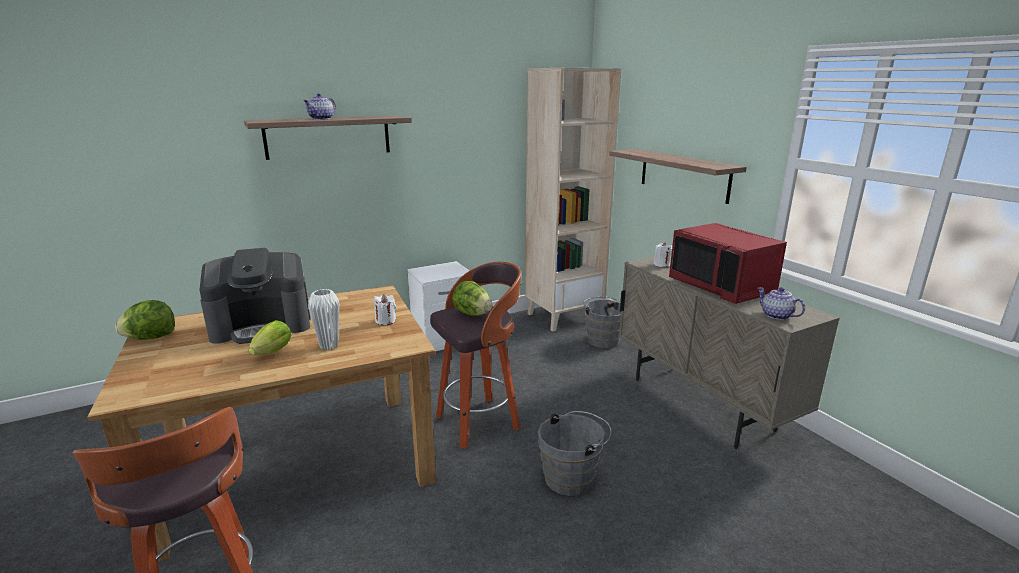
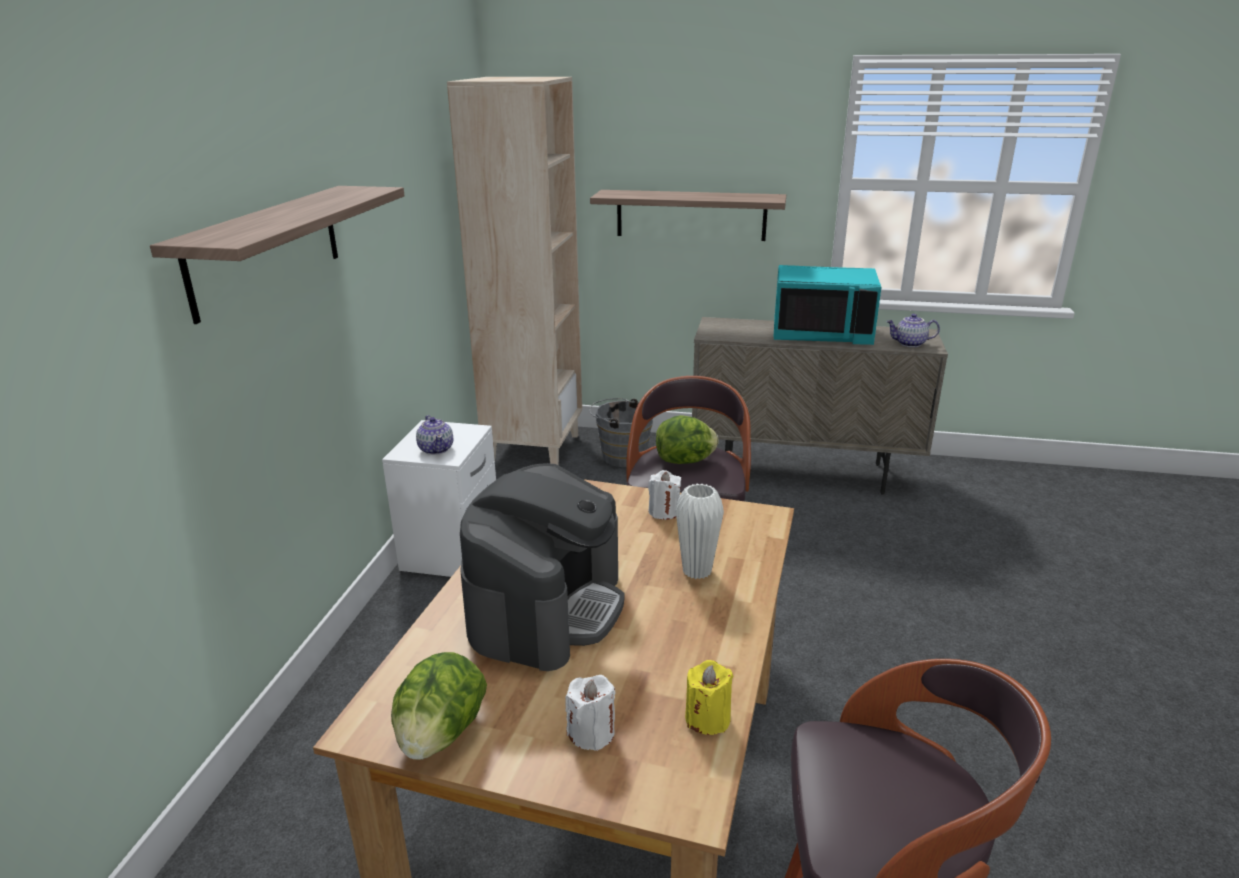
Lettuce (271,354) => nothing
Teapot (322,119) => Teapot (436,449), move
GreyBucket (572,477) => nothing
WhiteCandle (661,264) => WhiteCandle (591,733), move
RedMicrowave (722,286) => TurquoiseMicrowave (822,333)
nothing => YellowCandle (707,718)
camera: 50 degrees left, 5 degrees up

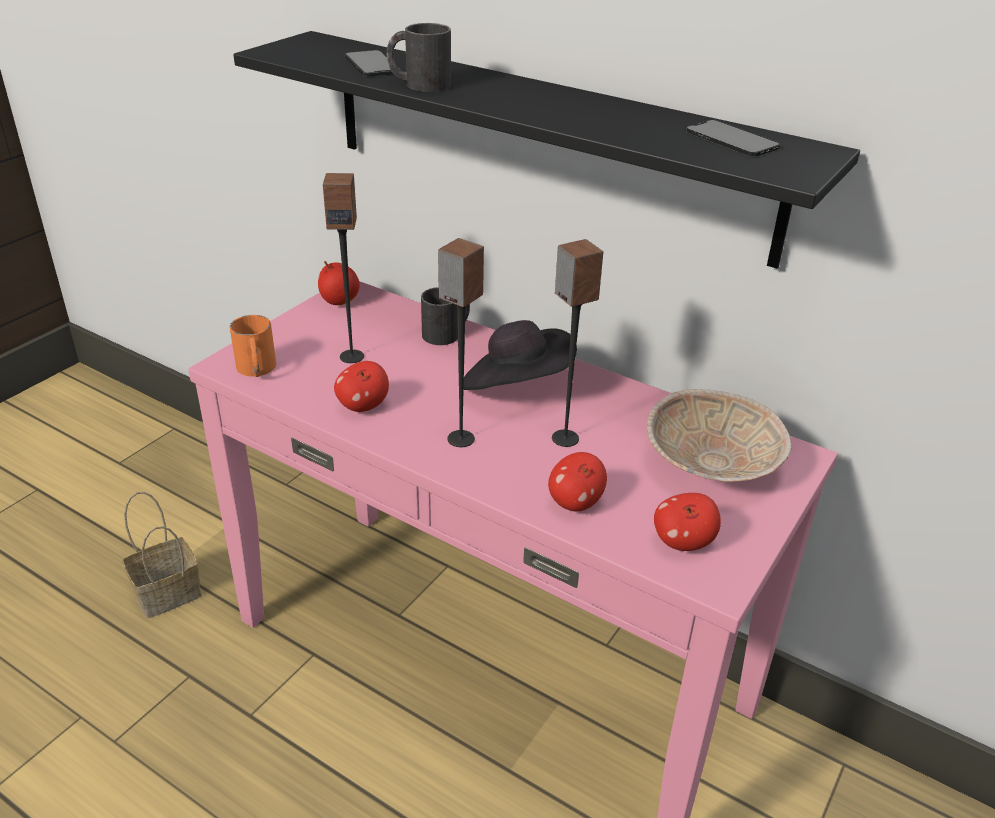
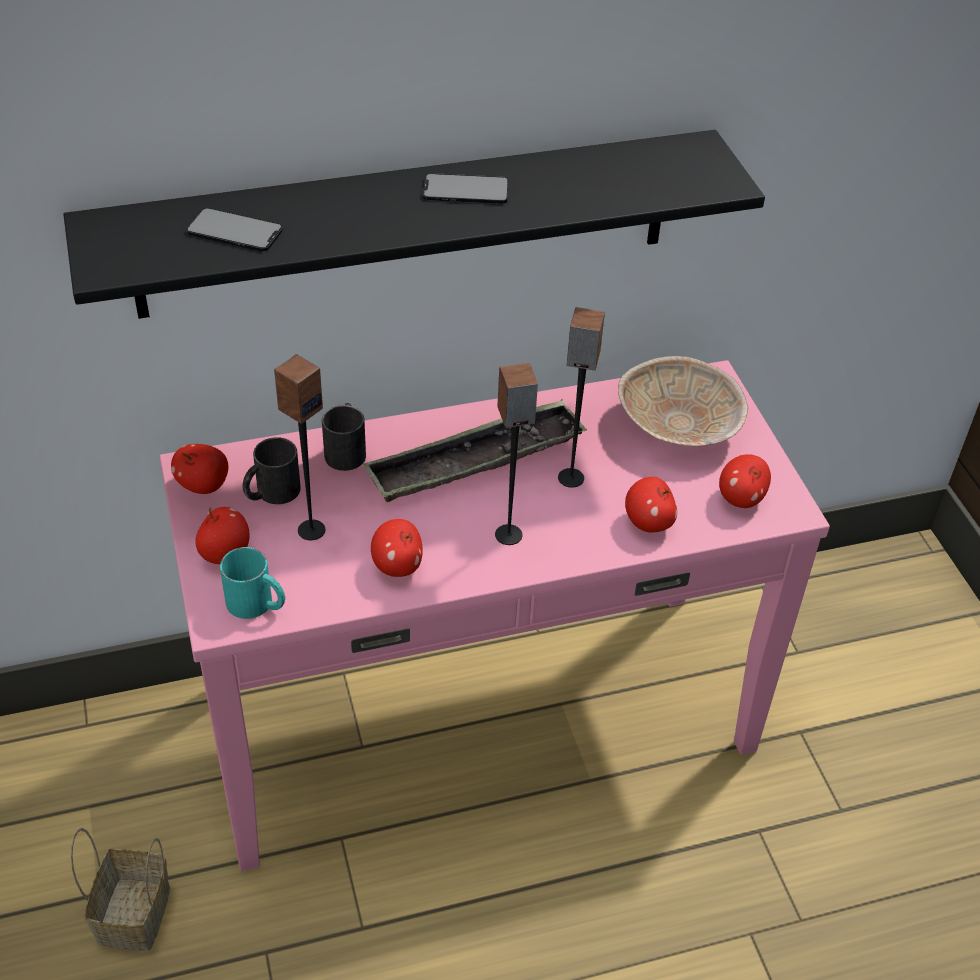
OrangeMug (256,370) => TurquoiseMug (257,604)
BlackMug (419,84) => BlackMug (271,493), move
BlackHat (516,387) => Tray (475,460)
Phone (731,139) => Phone (466,189), move
nothing => Apple (225,553)
camera: 50 degrees left, 10 degrees up

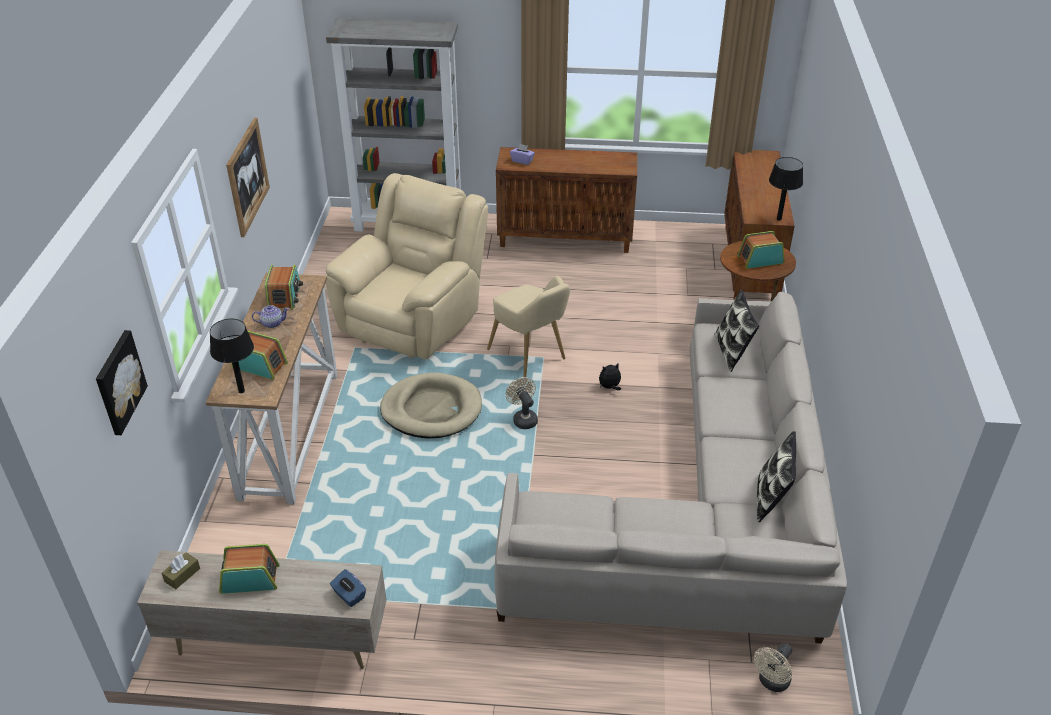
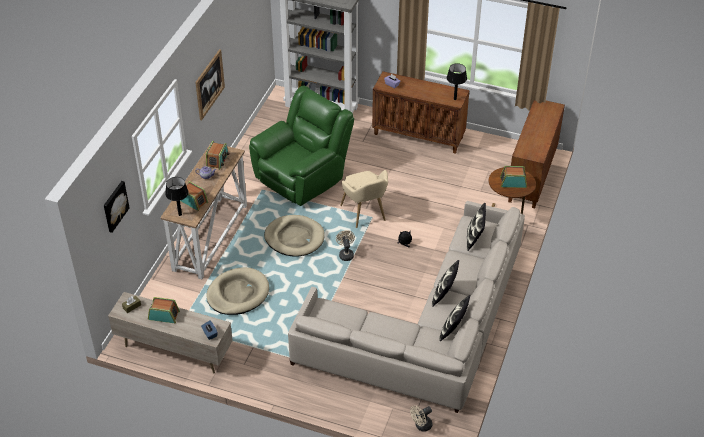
BeigeArmchair (414,319) => GreenArmchair (303,177)
BlackTableLamp (778,219) => BlackTableLamp (455,99), move
nothing => BeigeDogBed (238,293)
nothing => Pillow (444,295)
camera: 15 degrees right, 5 degrees up

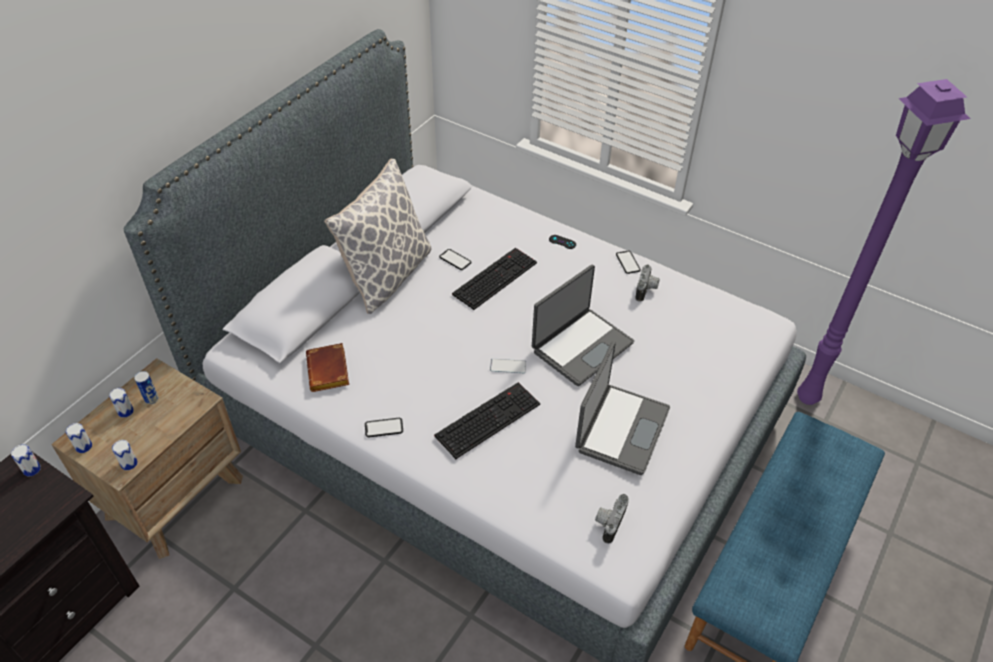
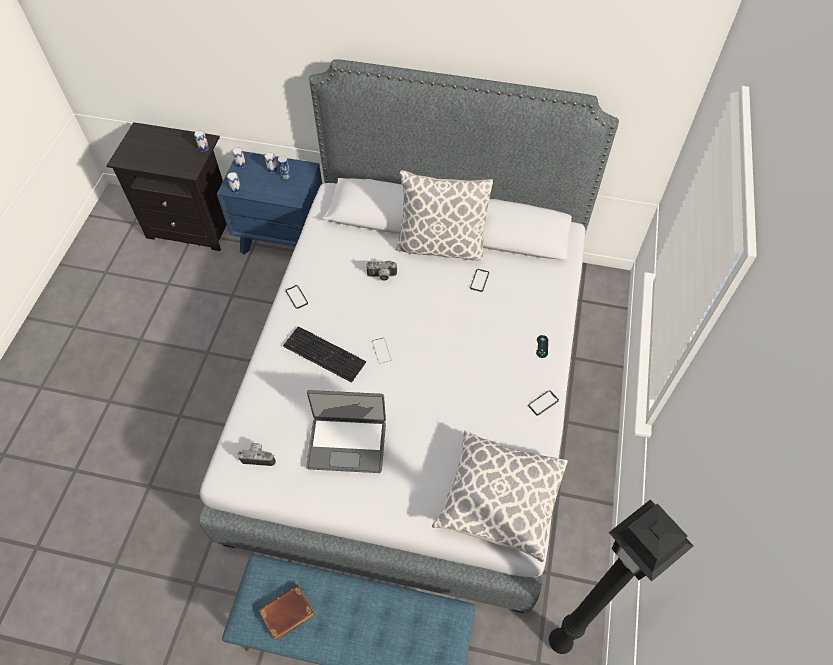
BrownNightstand (175,496) => BlueNightstand (283,238)
BrownBook (330,372) => BrownBook (287,615), move
Keyboard (495,277) => nothing
Laptop (581,346) => nothing
PhotoCamera (647,290) => PhotoCamera (382,276), move
PurpleFloorLamp (807,399) => BlackFloorLamp (557,641)
nothing => Pillow (499,501)
camera: 70 degrees right, 10 degrees up

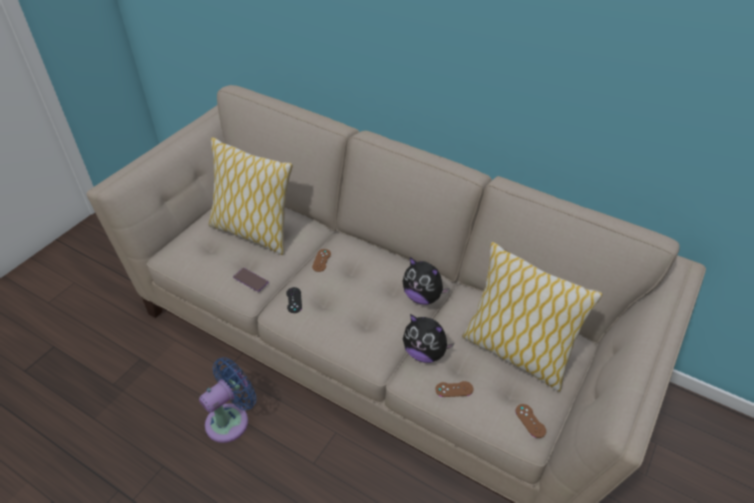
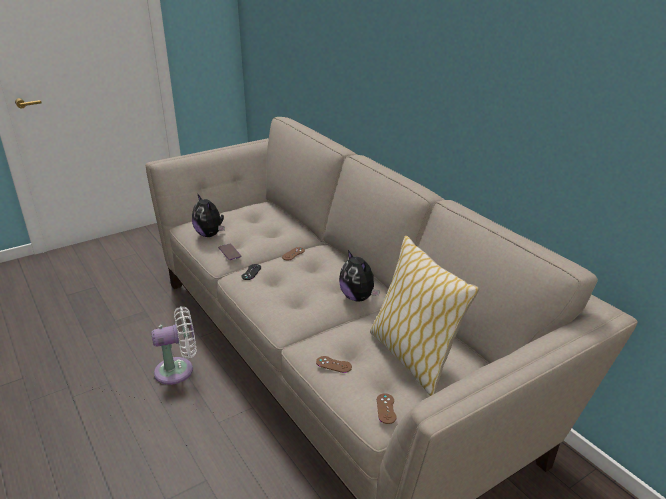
BlueFan (231,420) => WhiteFan (178,370)
Pillow (253,232) => nothing
PlushToy (425,353) => PlushToy (210,234), move
camera: 25 degrees right, 15 degrees down

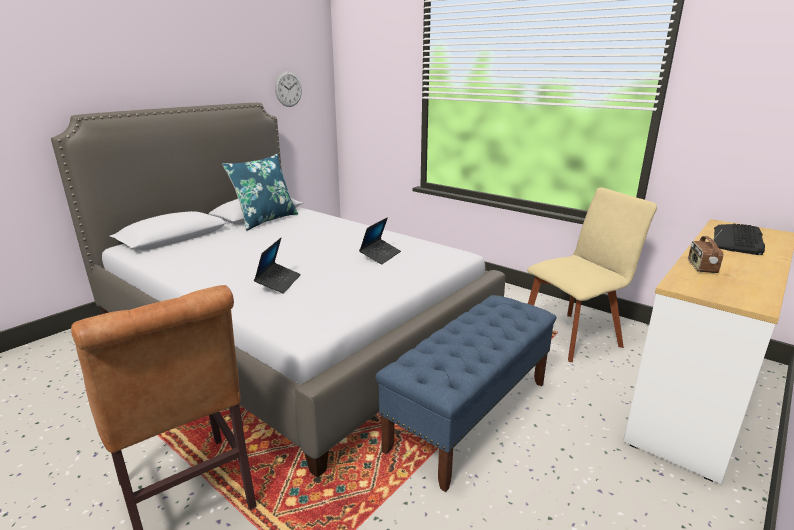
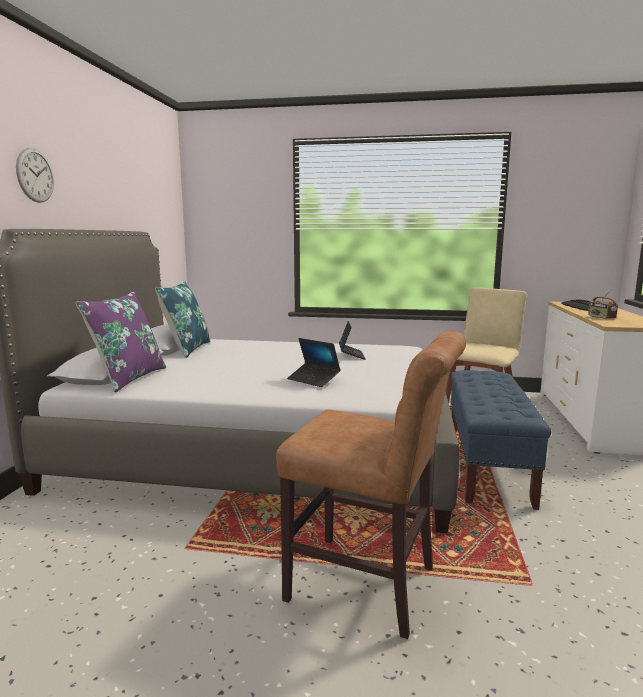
Laptop (278,282) => Laptop (313,380), 150 degrees clockwise
WallClock (288,89) => WallClock (35,175), move
nothing => PurplePillow (128,378)
camera: 30 degrees left, 10 degrees down

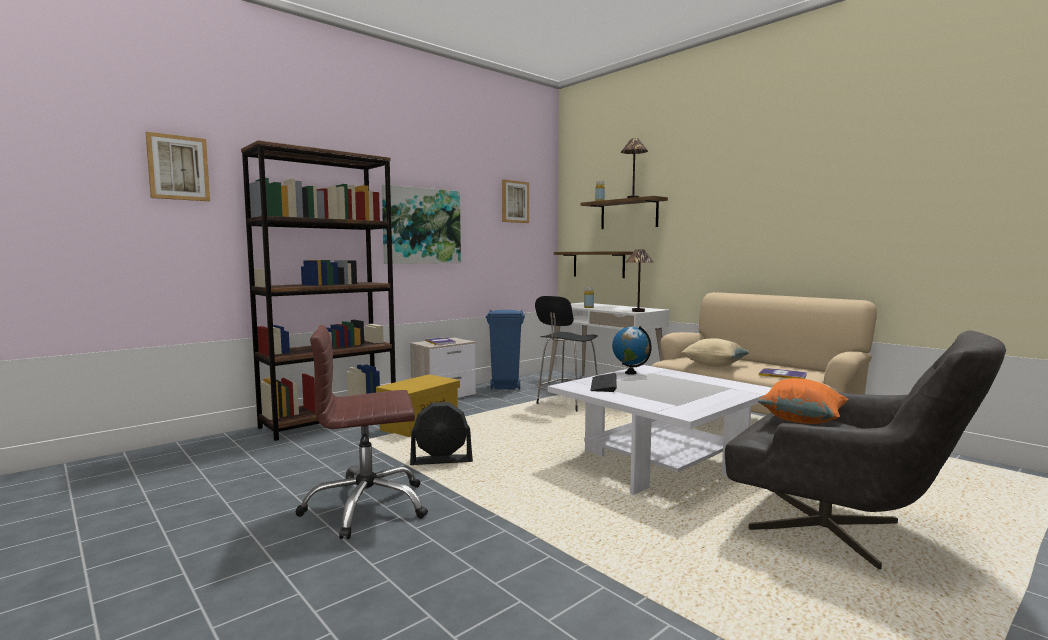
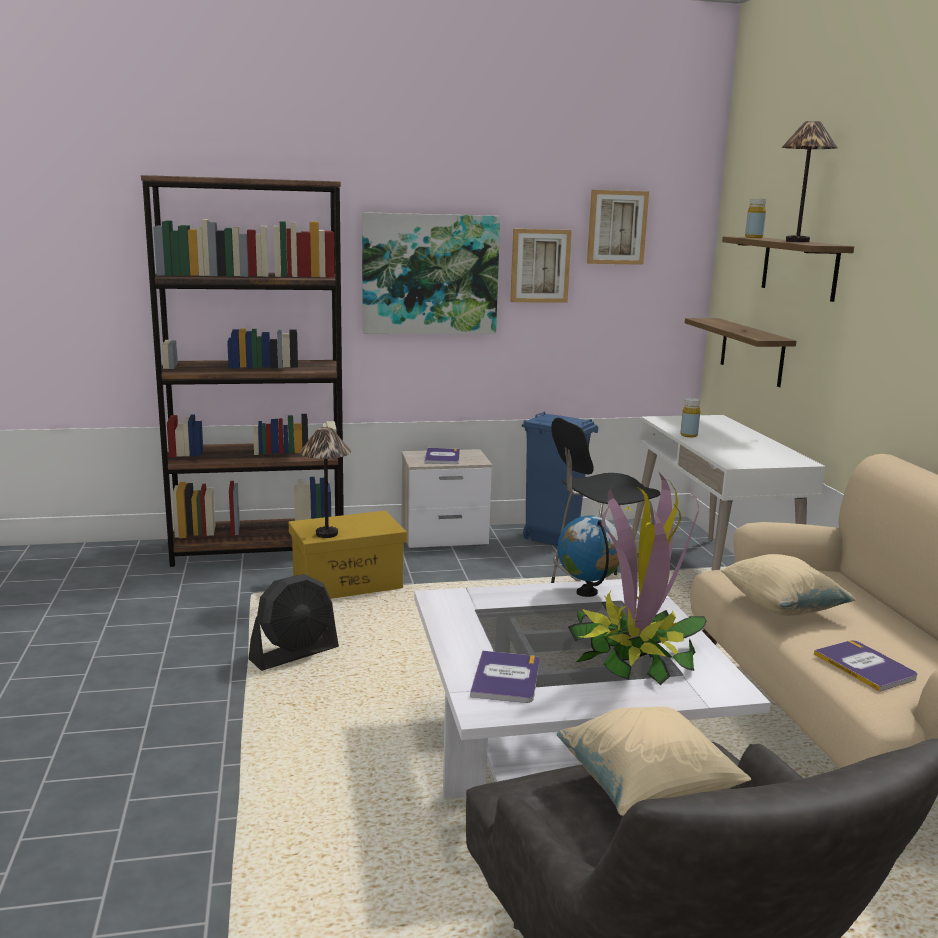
Picture (178,168) => Picture (539,265), move
BrownOfficeChair (366,507) => nothing
BlackFan (441,461) => BlackFan (294,654), 60 degrees counterclockwise
Keyboard (603,384) => nothing
TableLamp (638,311) => TableLamp (326,534), move
OrangePillow (802,421) => BeigePillow (645,790)
nothing => Book (506,678)
nothing => PottedPlant (633,655)
camera: 30 degrees right, 10 degrees up

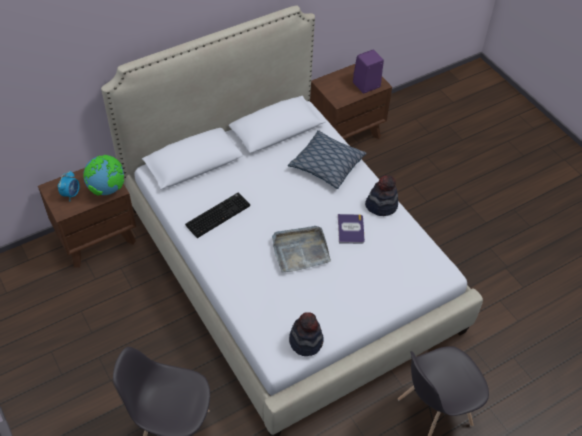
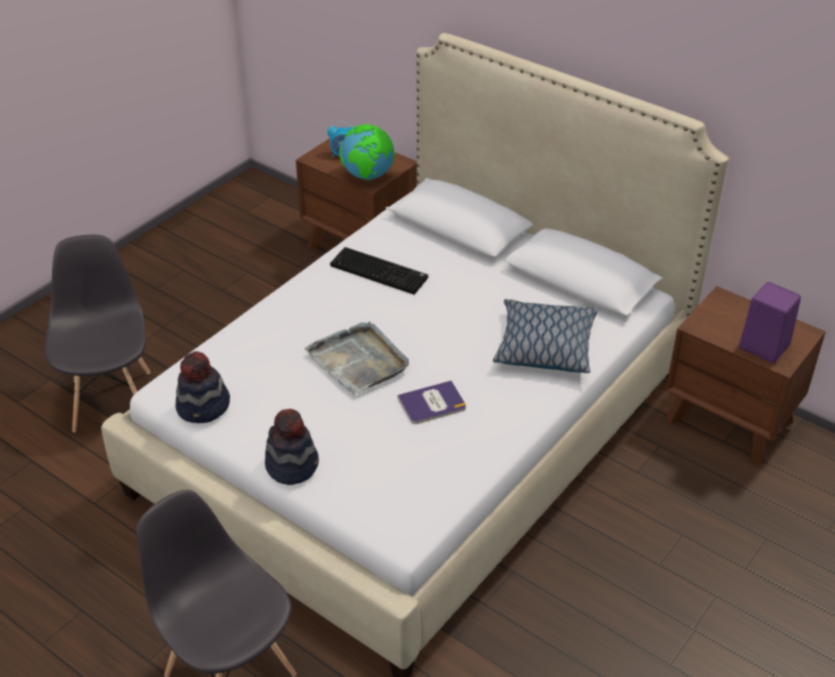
Hat (381,205) => Hat (292,465), move
camera: 70 degrees right, 10 degrees down

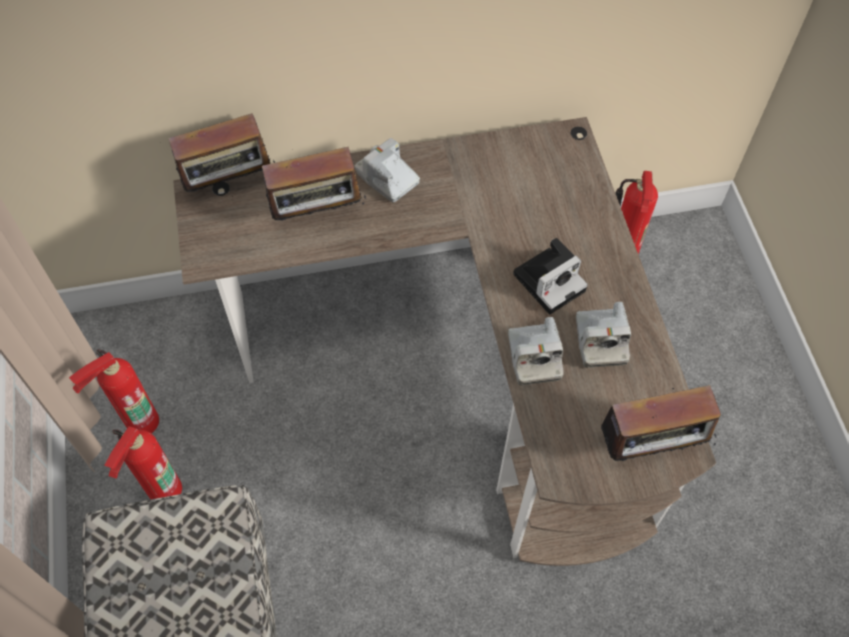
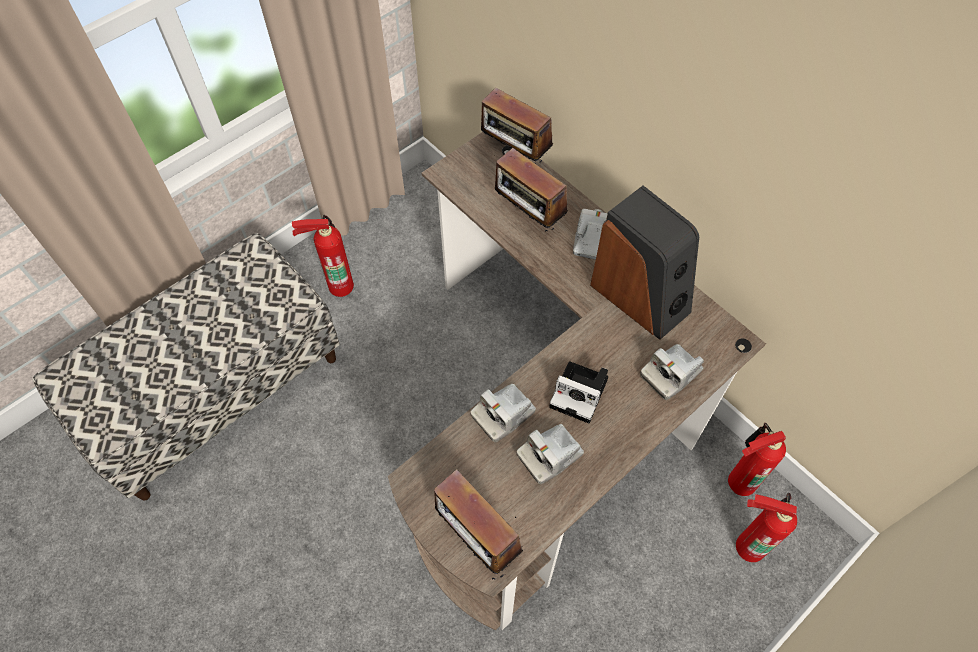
FireExtinguisher (138,421) => FireExtinguisher (748,543), move
nothing => Speaker (641,296)
nothing => PhotoCamera (670,374)
camera: 60 degrees right, 0 degrees up

